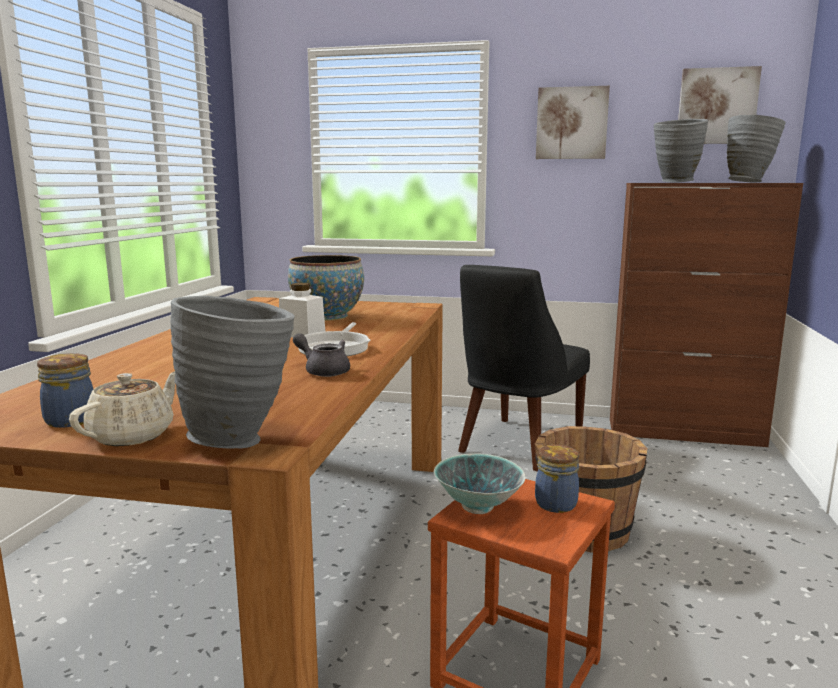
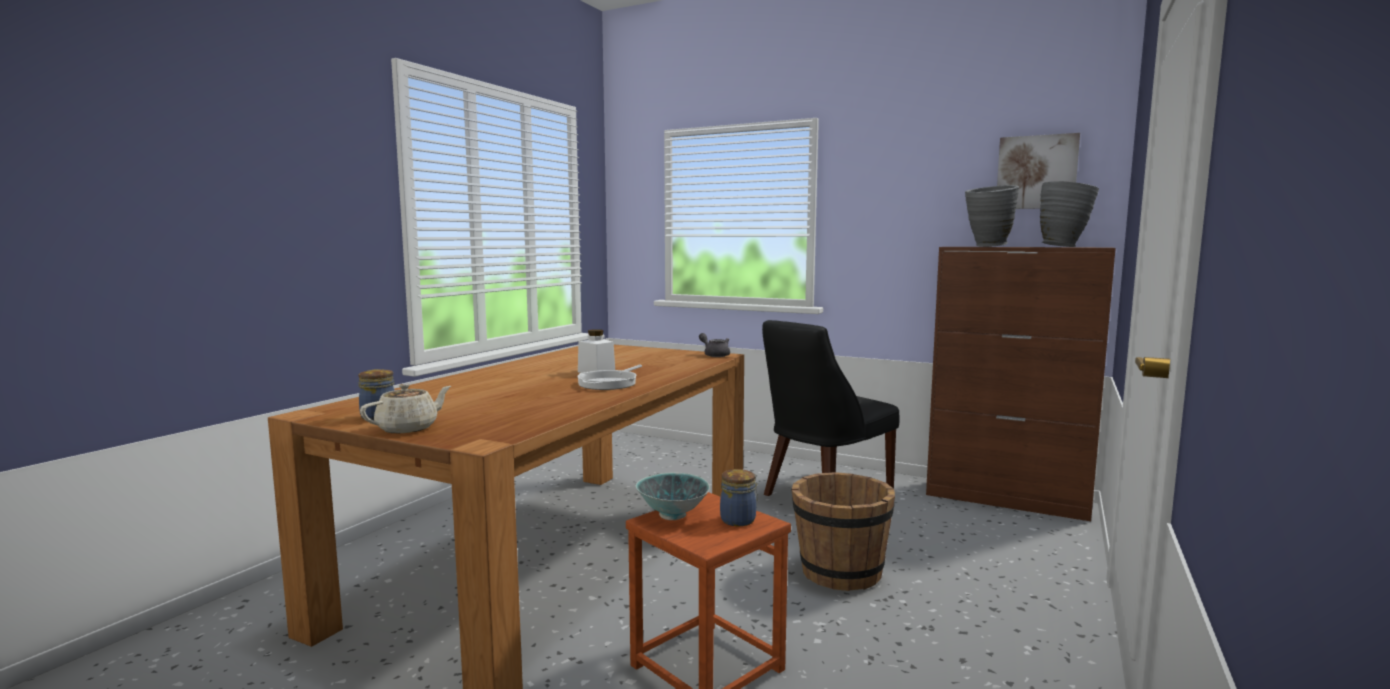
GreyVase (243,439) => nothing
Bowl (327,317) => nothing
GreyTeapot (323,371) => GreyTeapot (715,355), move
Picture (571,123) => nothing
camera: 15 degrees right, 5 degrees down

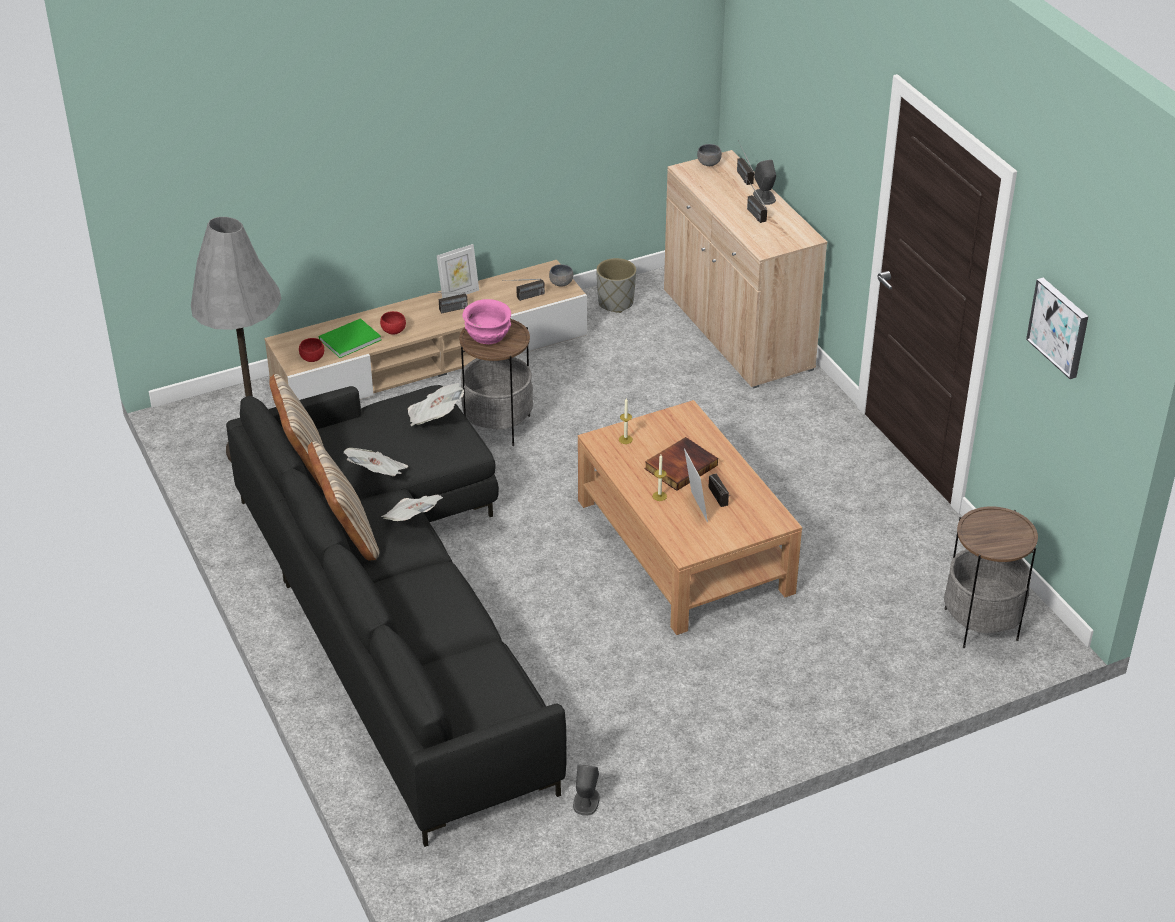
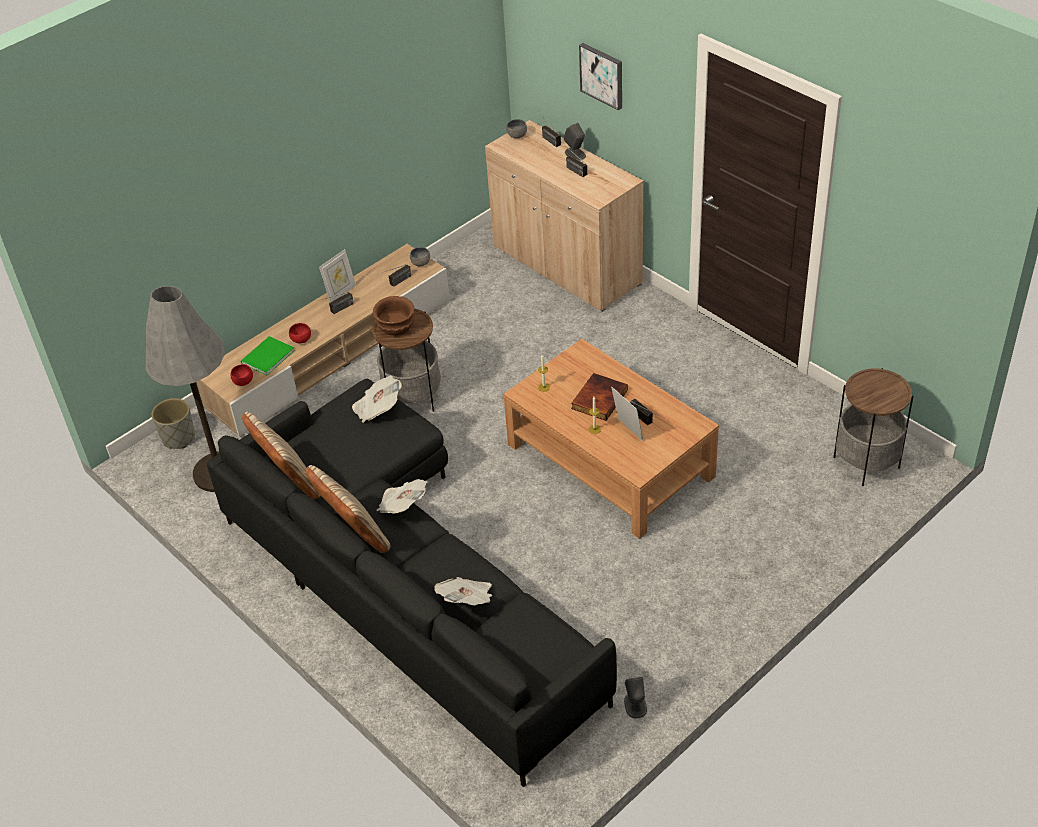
Newspaper (378,474) => Newspaper (467,600), move
PinkBowl (488,334) => BrownBowl (396,326)
GreyPlanter (615,302) => GreyPlanter (178,438), move
Picture (1059,327) => Picture (602,75), move
camera: 15 degrees left, 5 degrees up

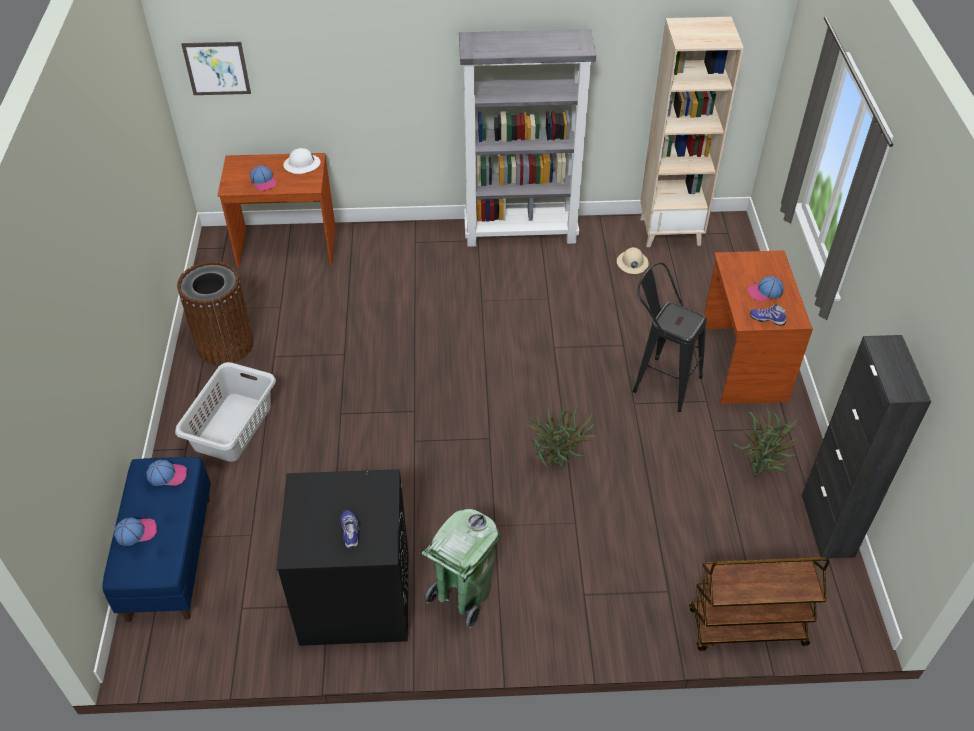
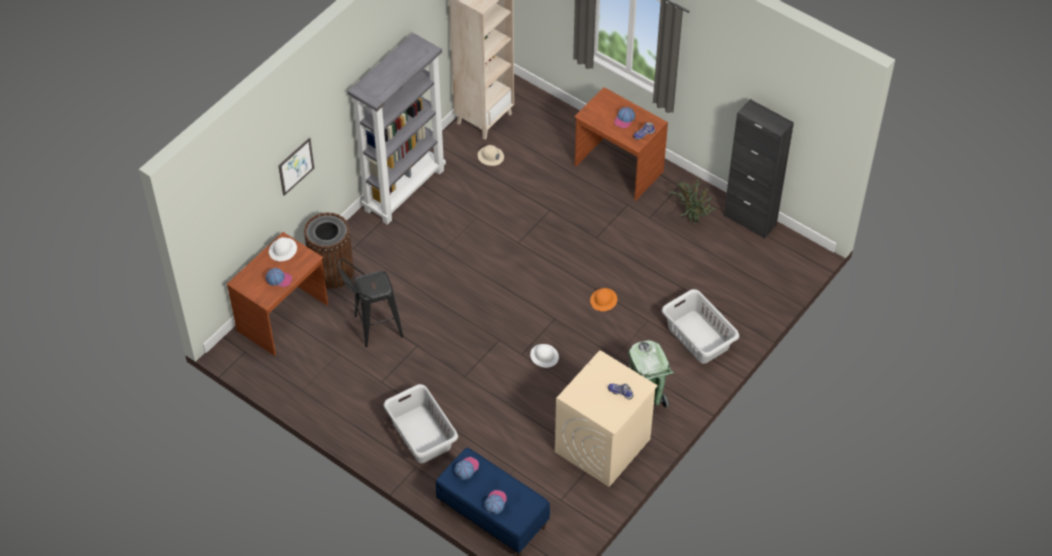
BrownTrashCan (225,344) => BrownTrashCan (332,271), move
Picture (217,68) => Picture (296,166), move
BlackWashingMachine (354,598) => BeigeWashingMachine (602,446)
PottedPlant (559,464) => OrangeHardHat (603,300)
BlackStool (660,381) => BlackStool (372,327), move
BrownCart (746,628) => nothing
nothing => WhiteHardHat (544,356)
nothing => GreyLaundryBasket (698,338)
camera: 50 degrees left, 5 degrees up

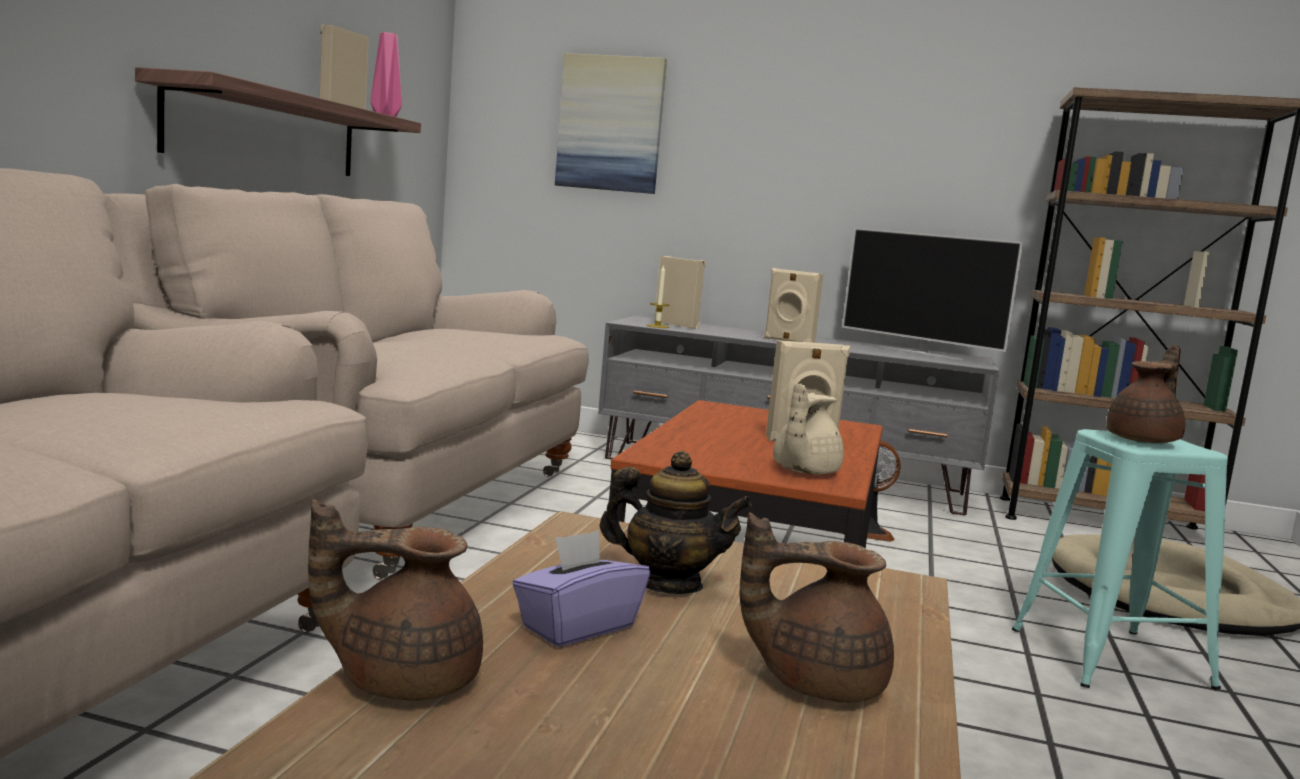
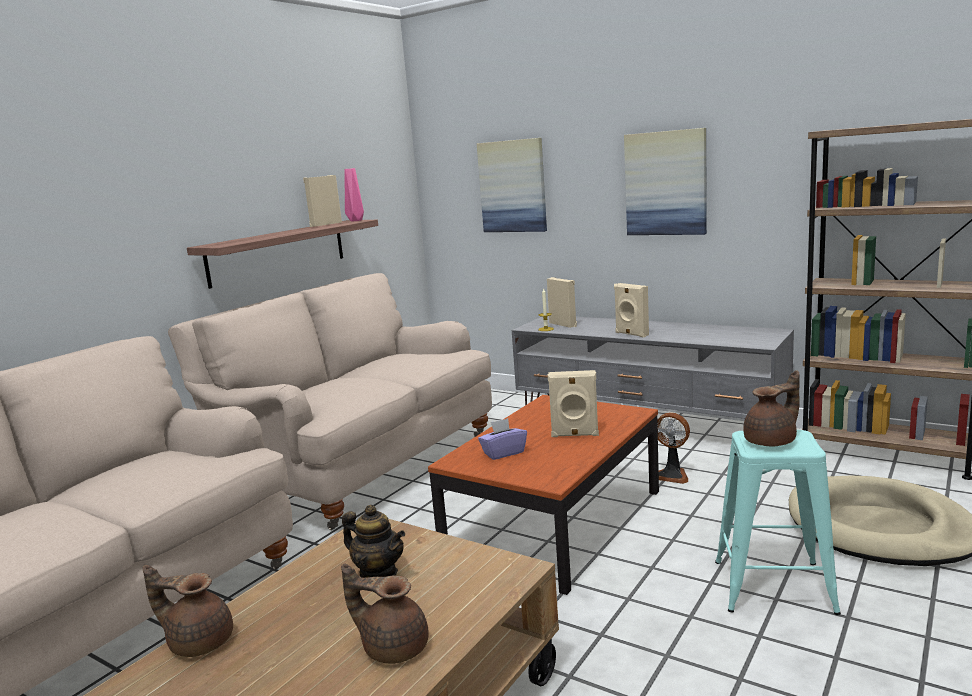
PurpleTissueBox (577,627) => PurpleTissueBox (503,453), move
BeigeTeapot (803,471) => nothing
Television (920,353) => nothing
nothing => Picture (666,183)
camera: 20 degrees right, 5 degrees up

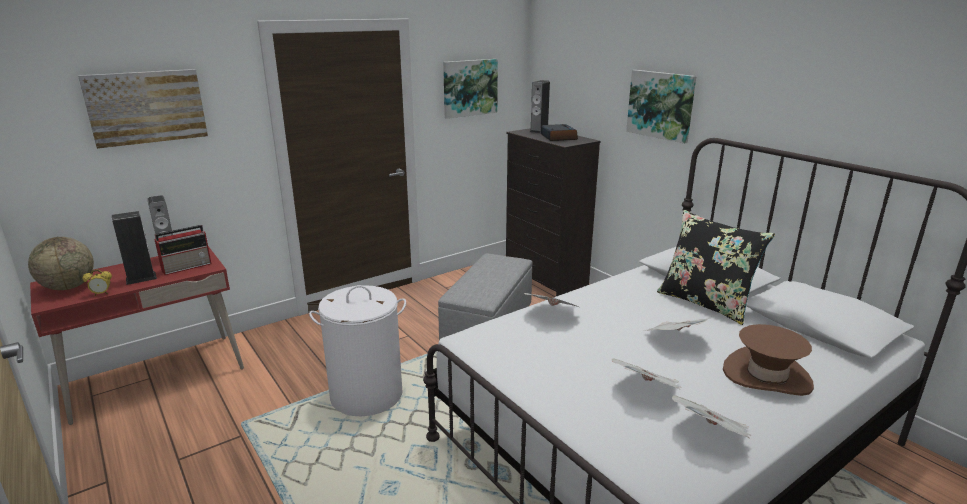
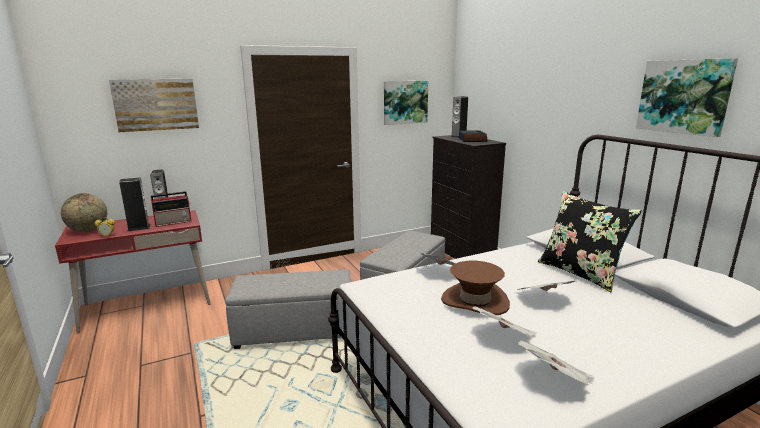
WhiteLaundryBasket (366,395) => GreyOttoman (294,331)
Picture (661,105) => Picture (683,96), move
BrownHat (767,376) => BrownHat (475,301), move
camera: 10 degrees right, 5 degrees down

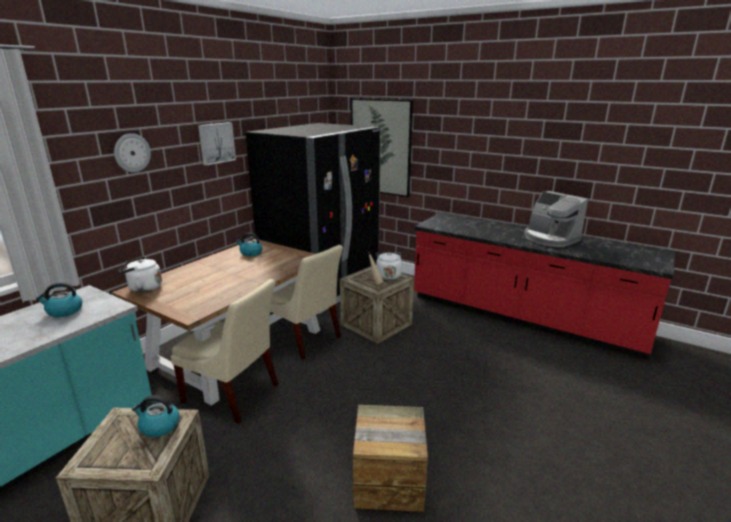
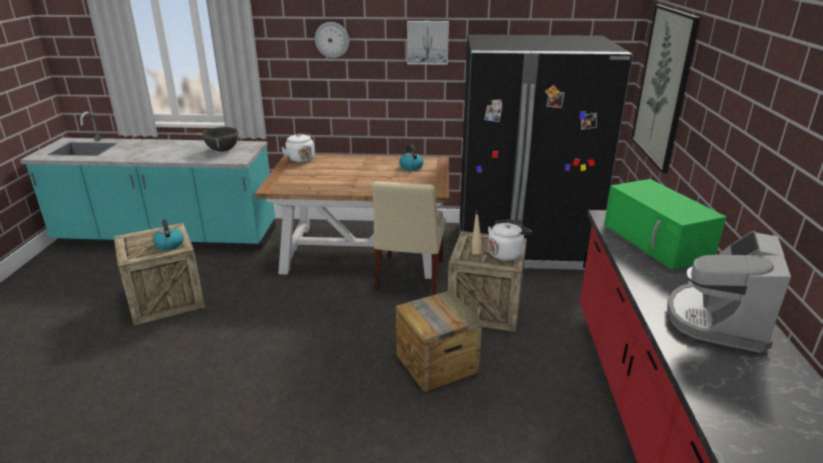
Kettle (64,311) => BlackCookingPot (223,150)
BeigeChair (234,395) => nothing
Crate (389,481) => Crate (436,363), move
nothing => GreenMicrowave (657,242)
camera: 60 degrees right, 5 degrees up

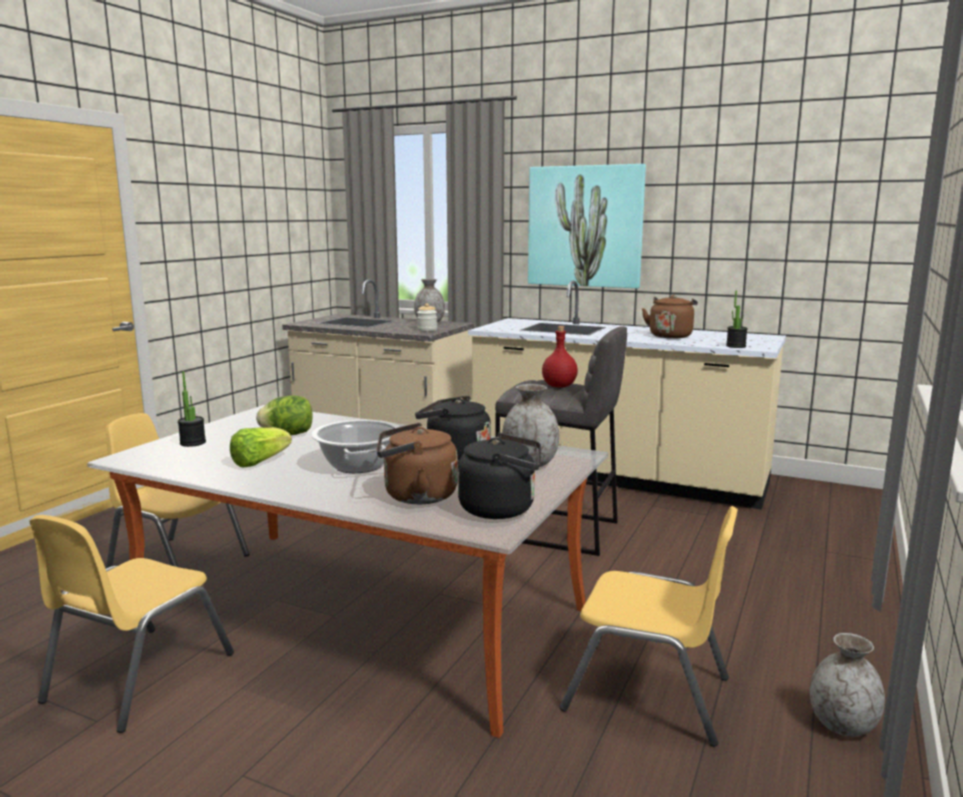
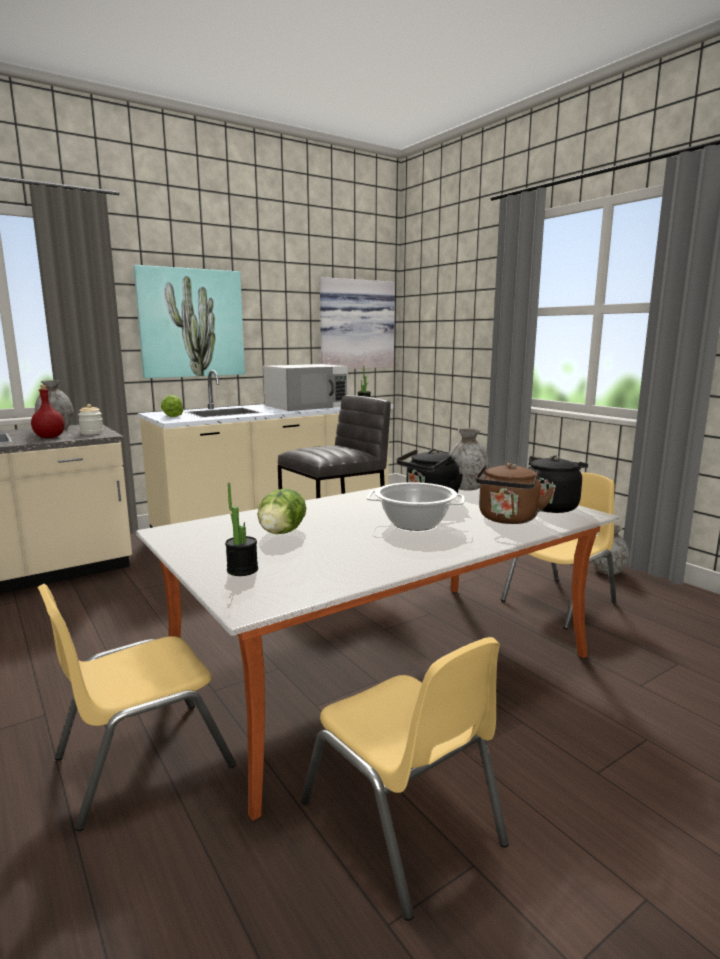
Lettuce (259,462) => Lettuce (172,416), move
RedBottle (559,386) => RedBottle (50,437), move
BrownKettle (670,336) => WhiteMicrowave (307,405)
nothing => Picture (355,324)
camera: 60 degrees left, 0 degrees up

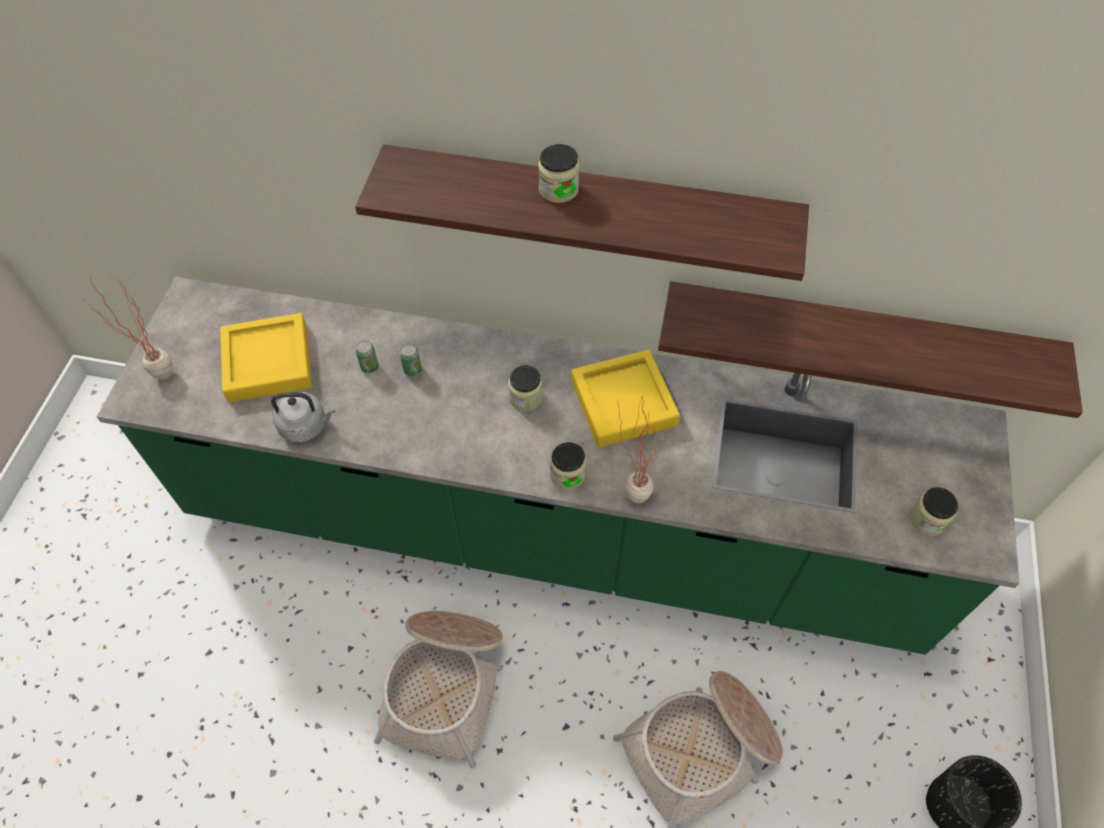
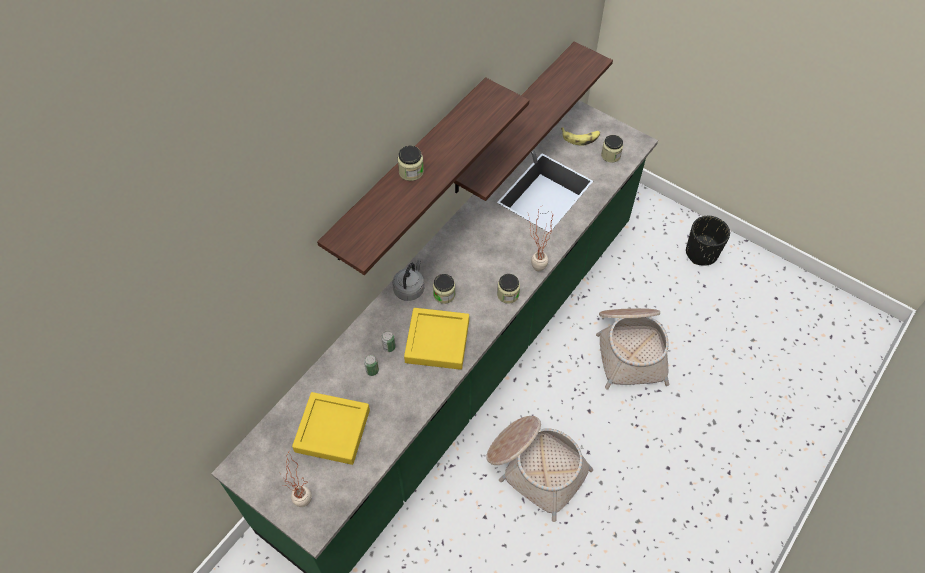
GreyKettle (306,426) => GreyKettle (409,288), move
YellowTray (623,403) => YellowTray (437,341), move
nothing => Banana (580,138)
camera: 65 degrees left, 0 degrees up

